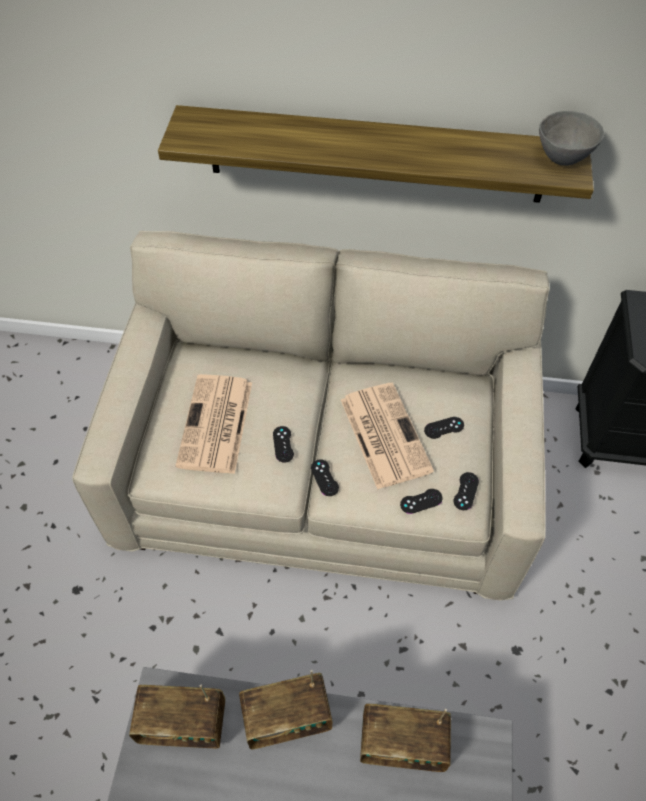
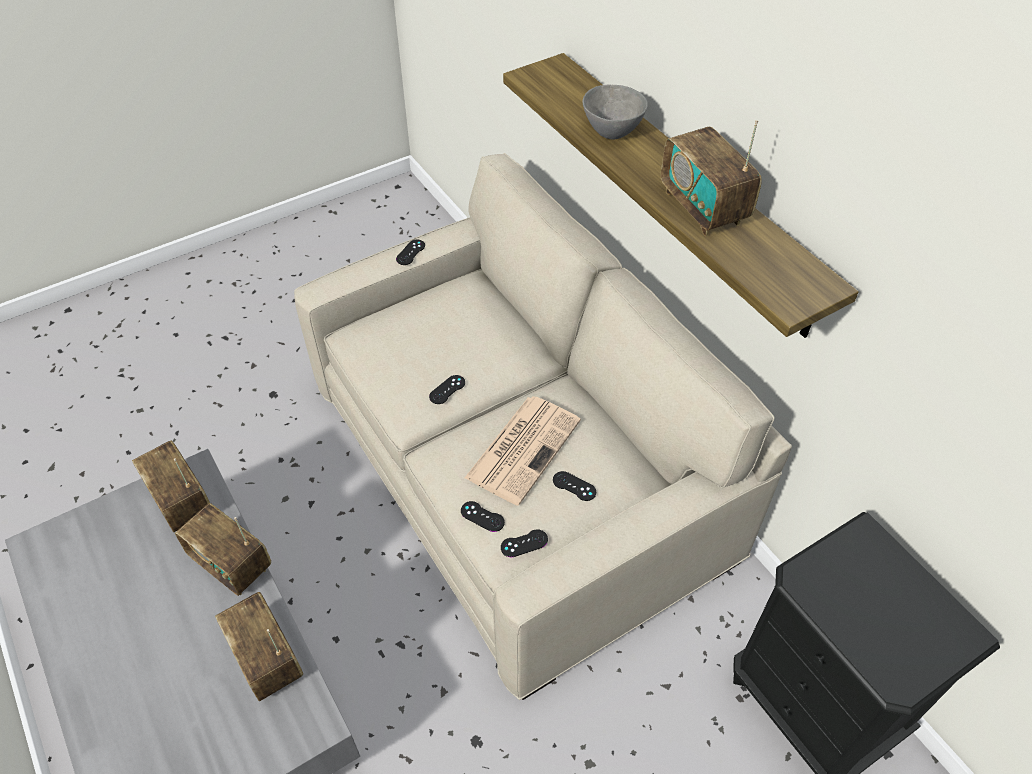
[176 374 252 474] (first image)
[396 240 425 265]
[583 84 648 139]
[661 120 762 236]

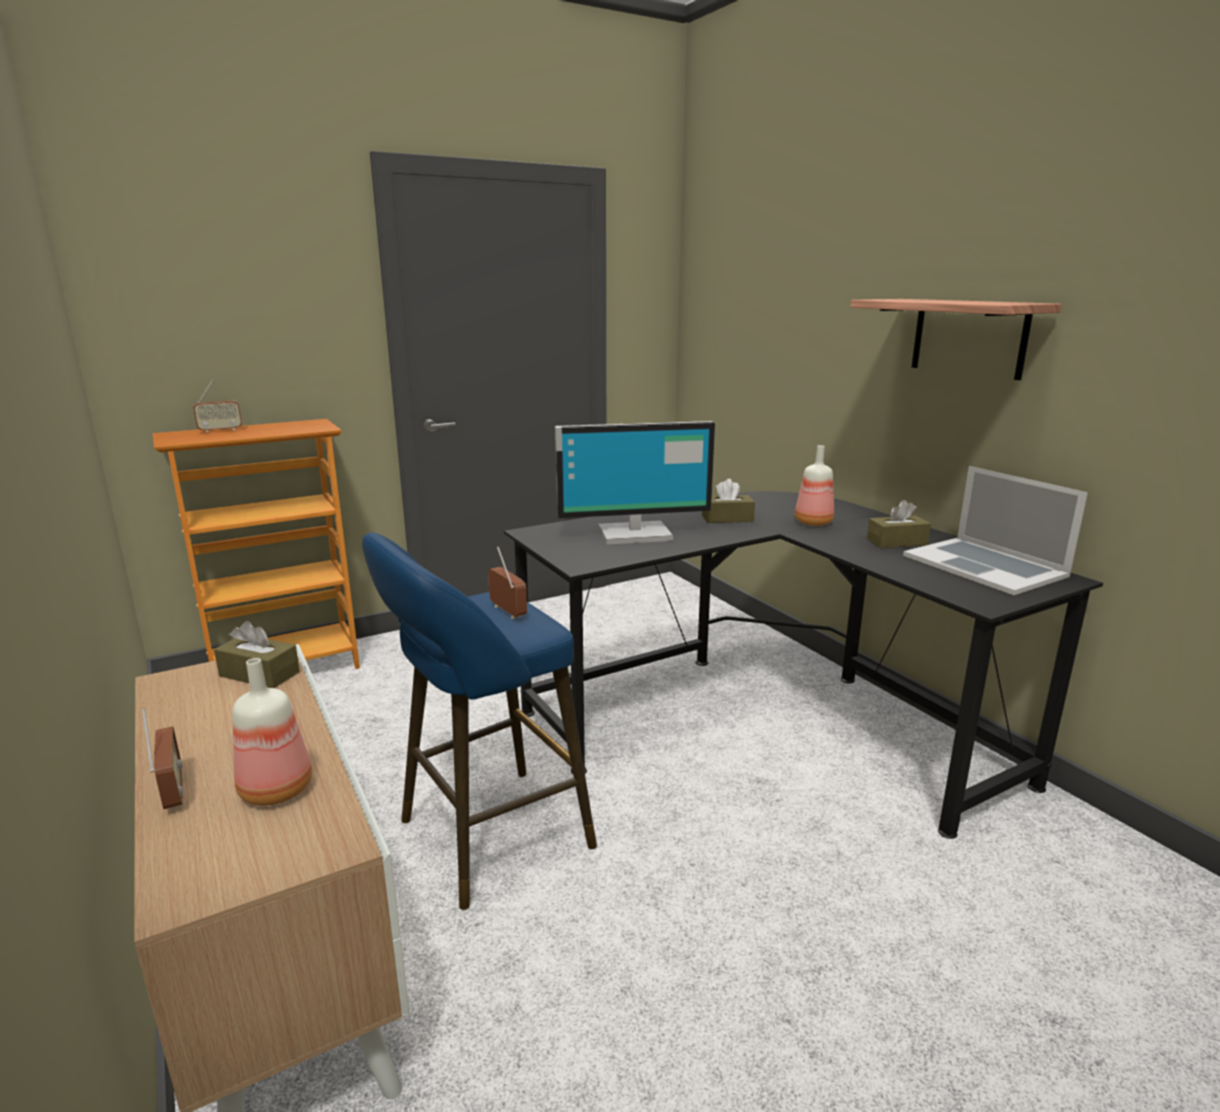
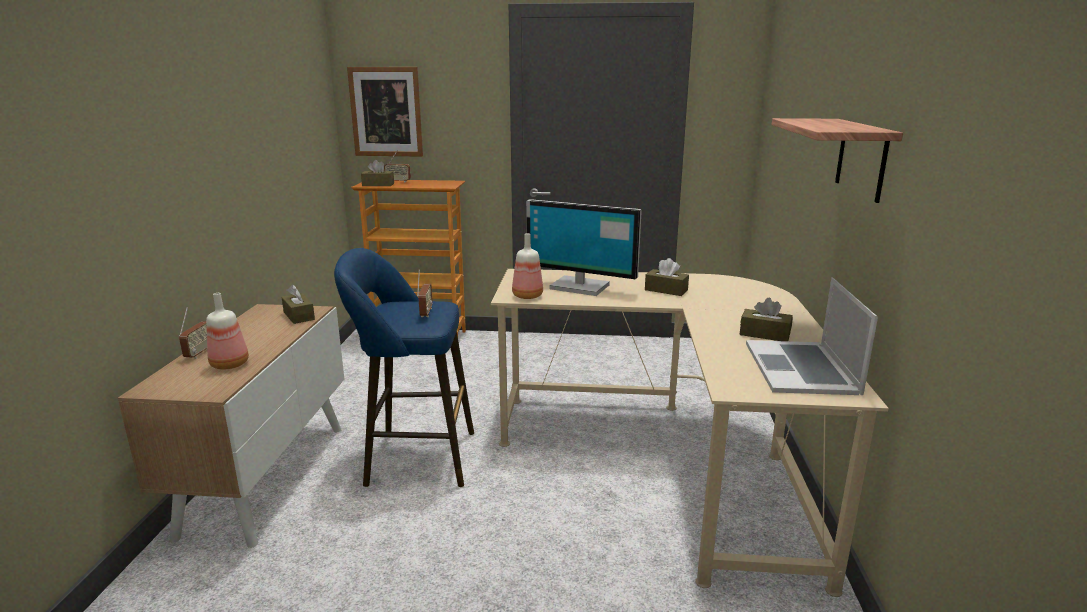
[491 269 889 597]
[512 233 543 299]
[347 67 423 157]
[361 160 394 186]

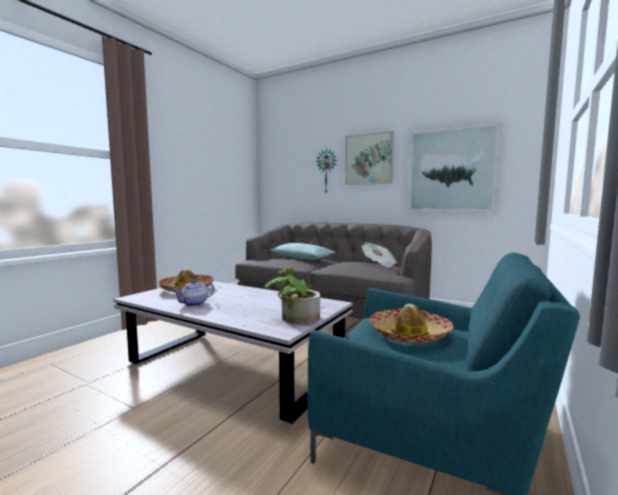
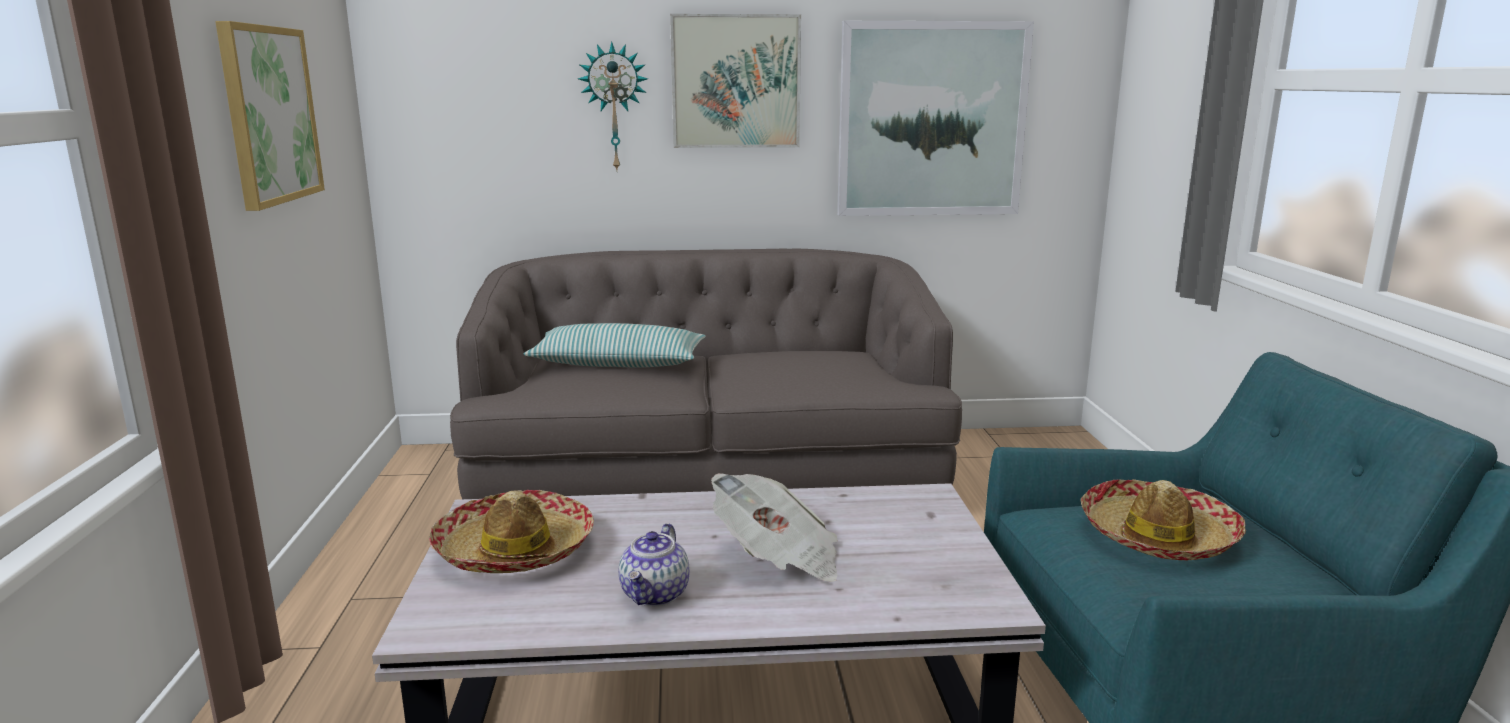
[265 268 320 324] (first image)
[711 473 838 582]
[215 21 325 211]

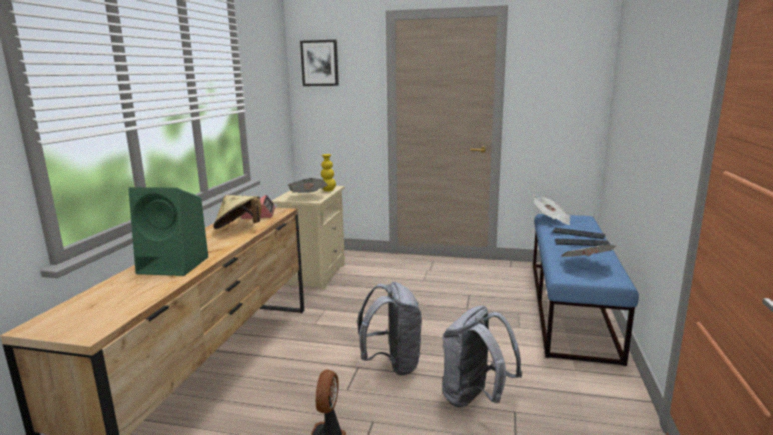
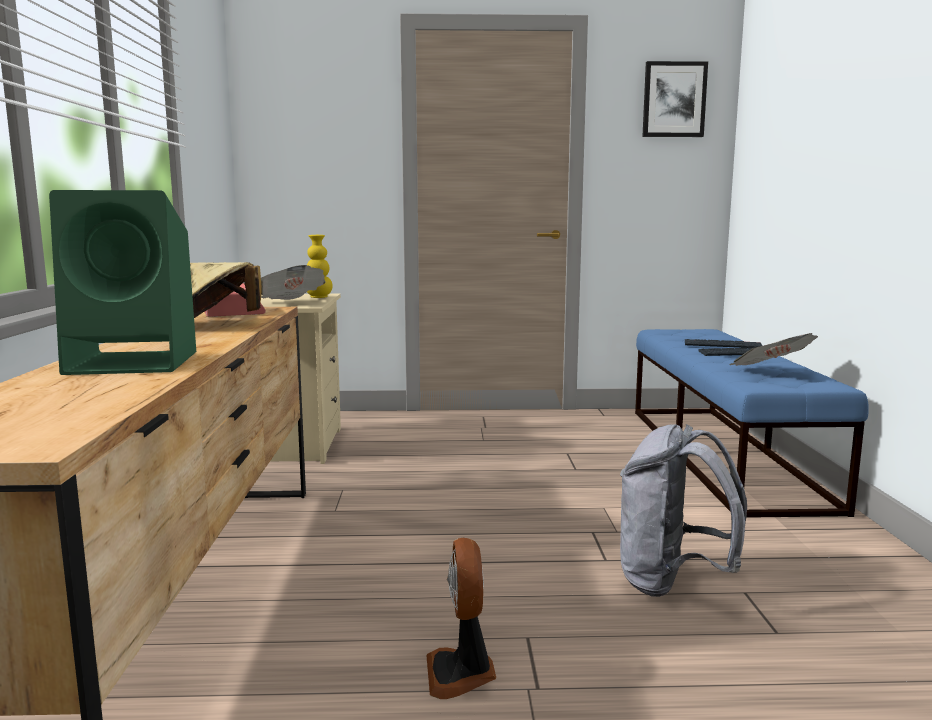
[642 61 708 137]
[357 282 422 376] (first image)
[533 195 571 225] (first image)

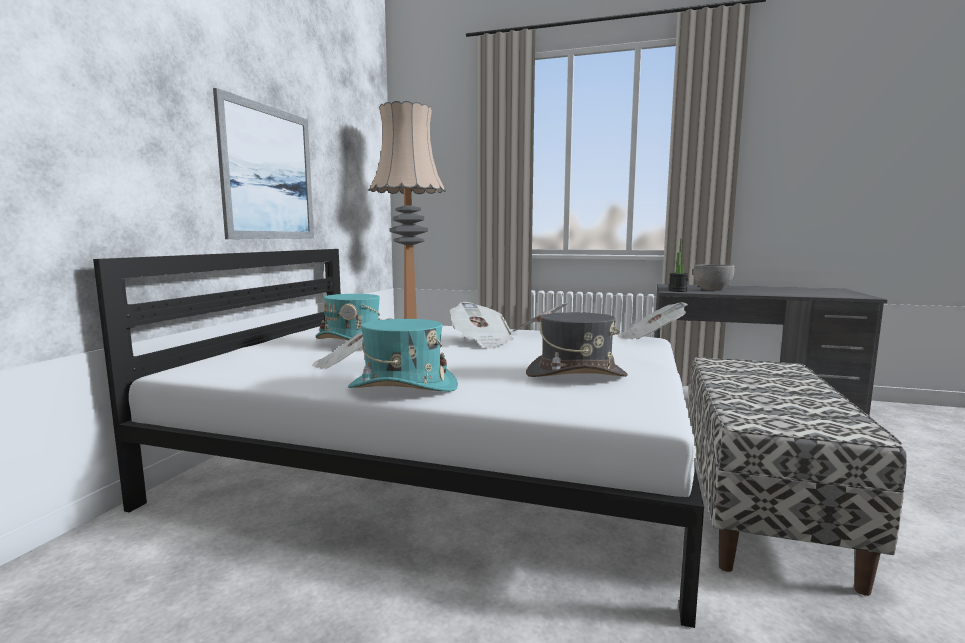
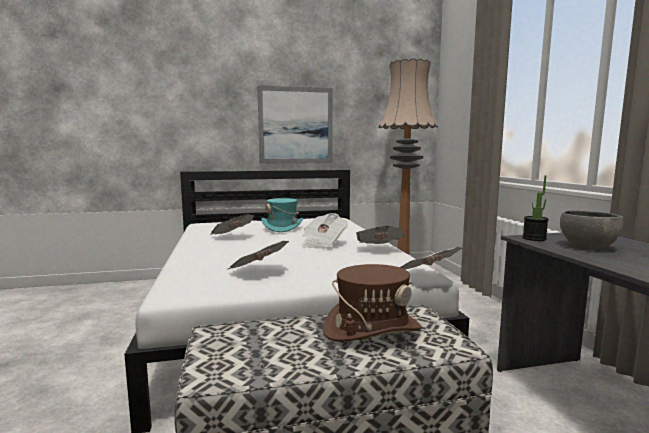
[348 319 458 392] (first image)
[228 240 289 269]
[323 264 422 342]

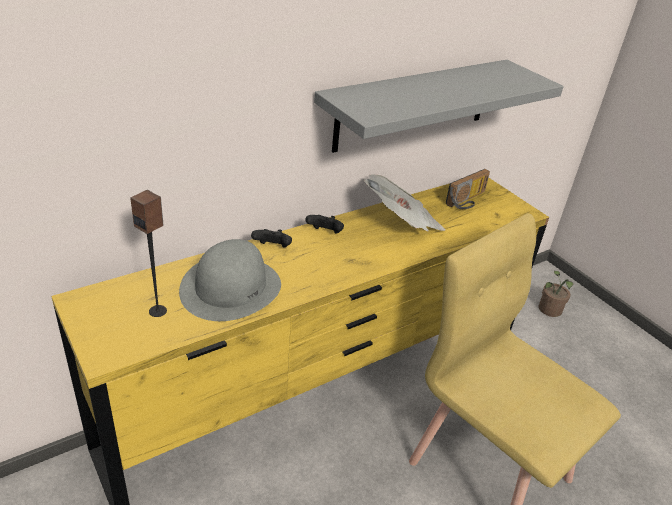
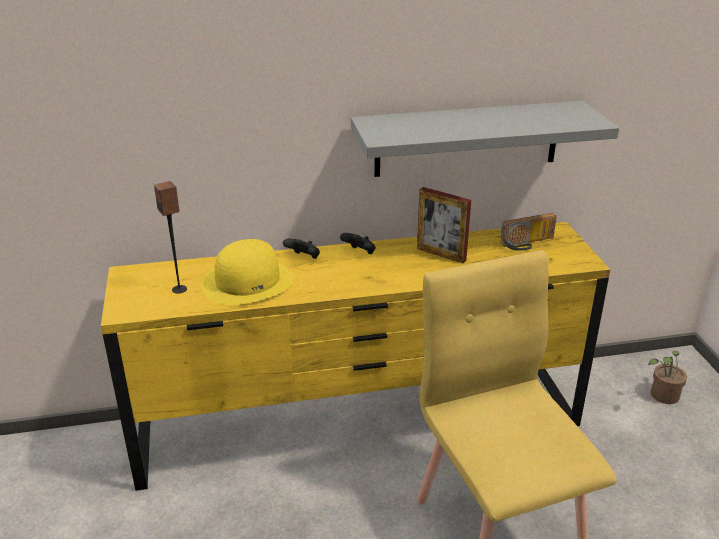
[201 239 294 305]
[417 187 471 263]

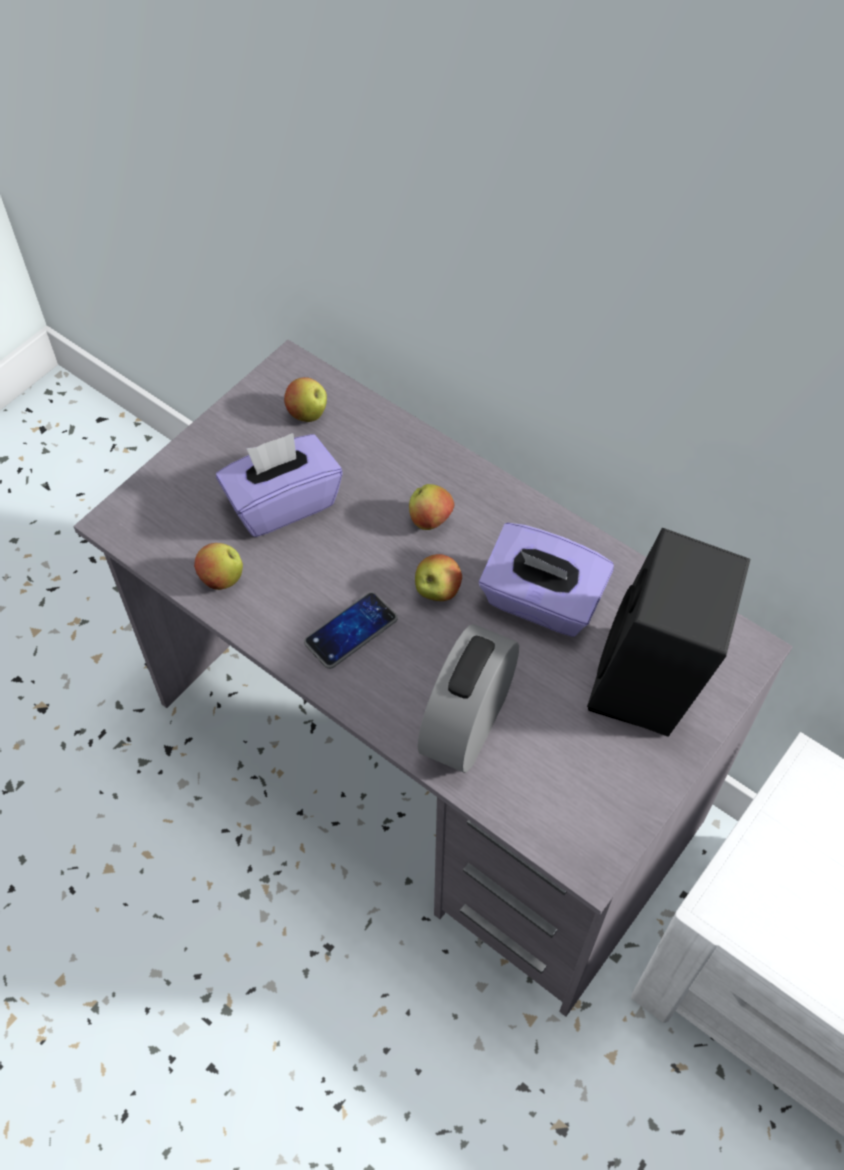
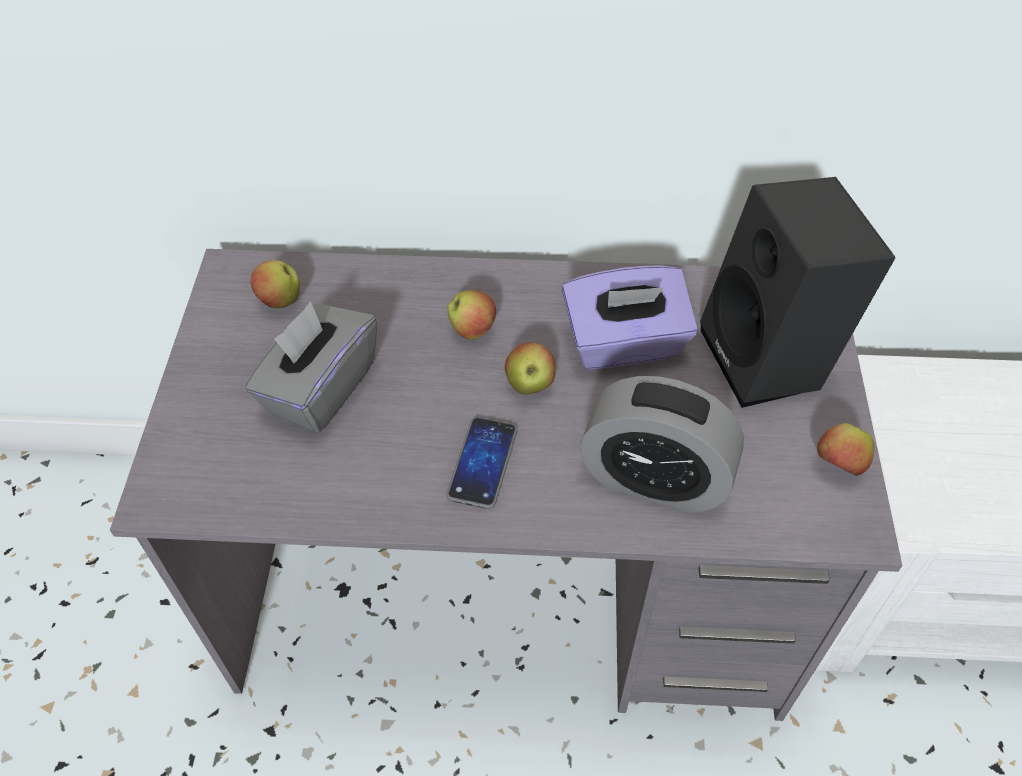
[817 423 874 476]
[245 302 378 433]
[580 376 744 513]

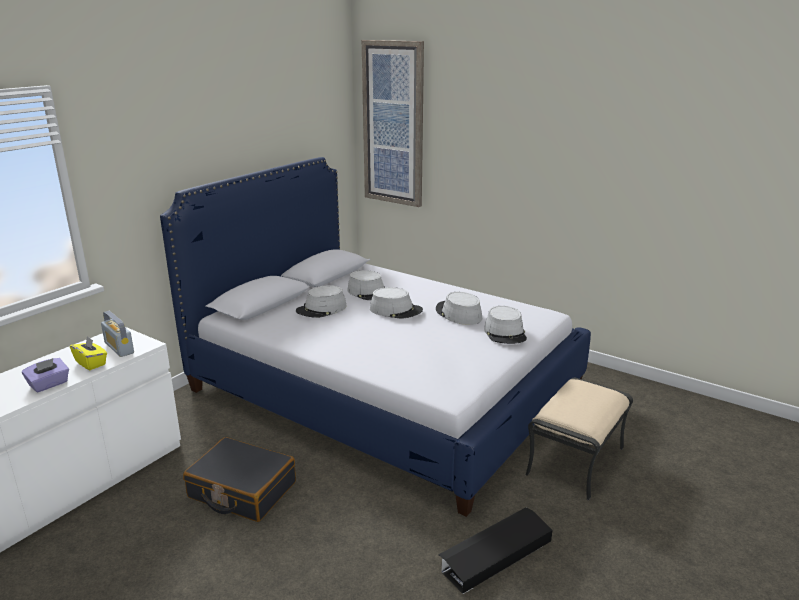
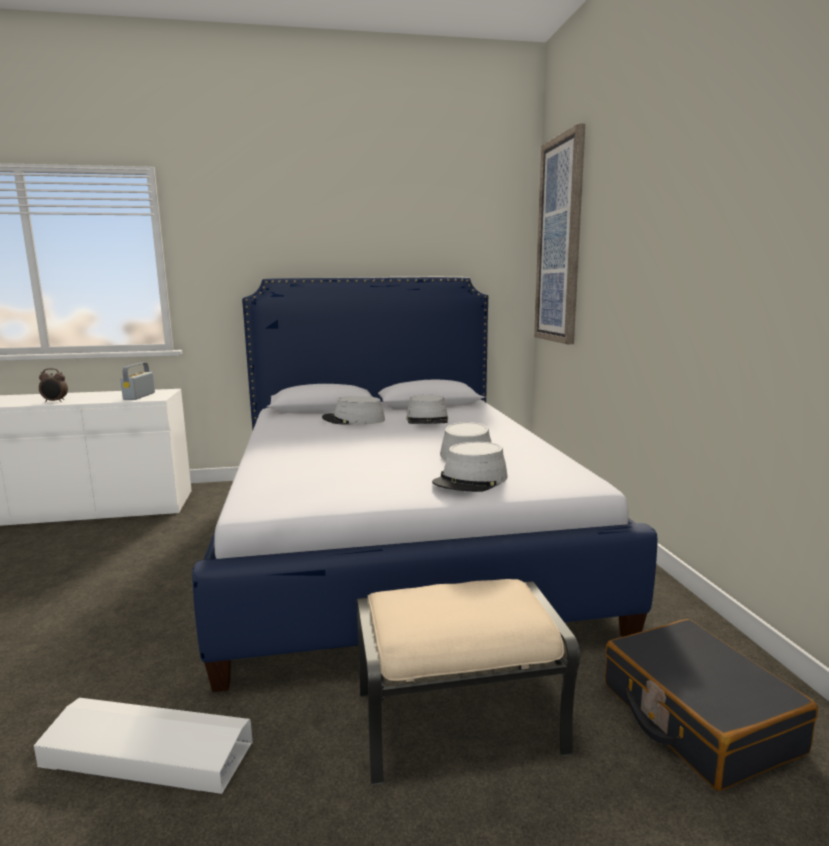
[39 368 68 402]
[70 336 107 370] (first image)
[605 619 818 791]
[370 287 423 319] (first image)
[34 698 253 794]

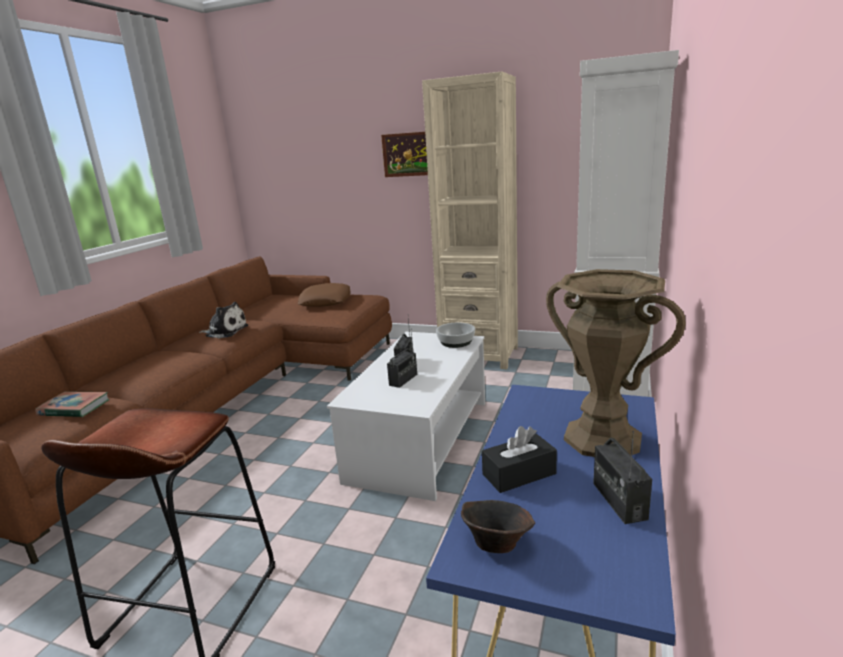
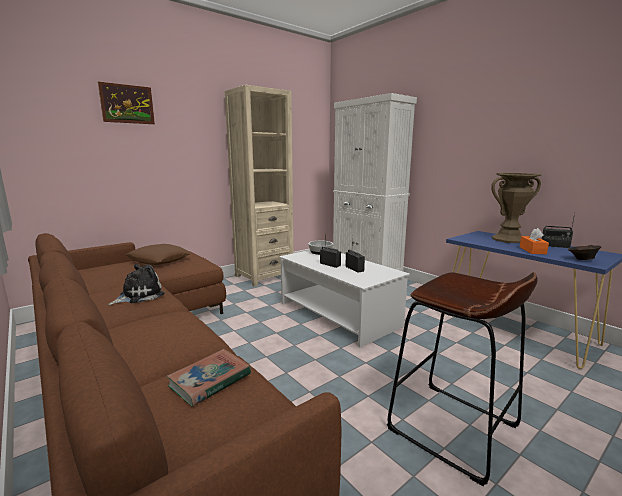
[98 82 155 124]
[520 228 549 254]

